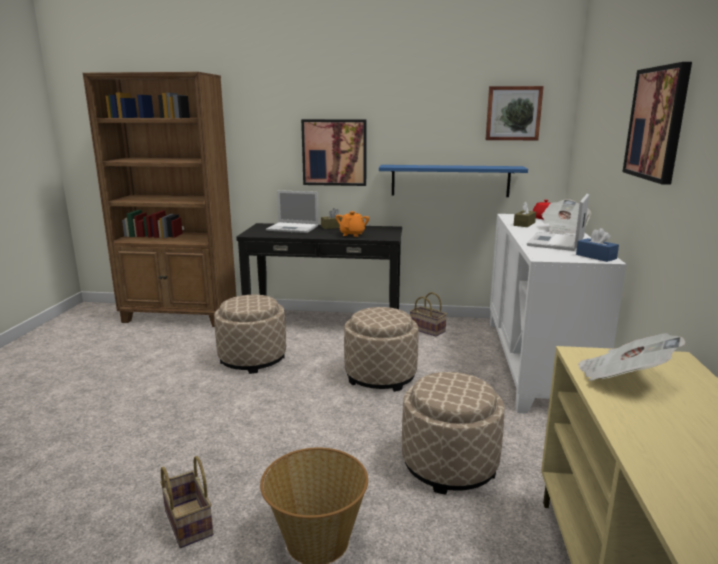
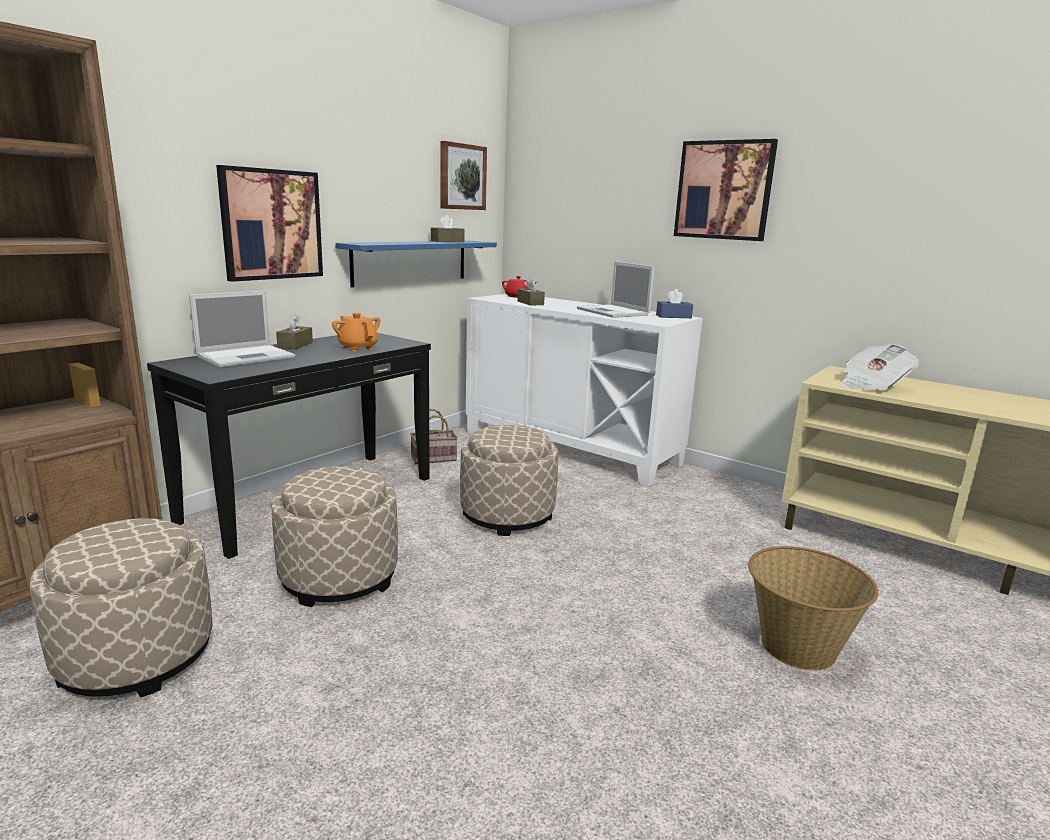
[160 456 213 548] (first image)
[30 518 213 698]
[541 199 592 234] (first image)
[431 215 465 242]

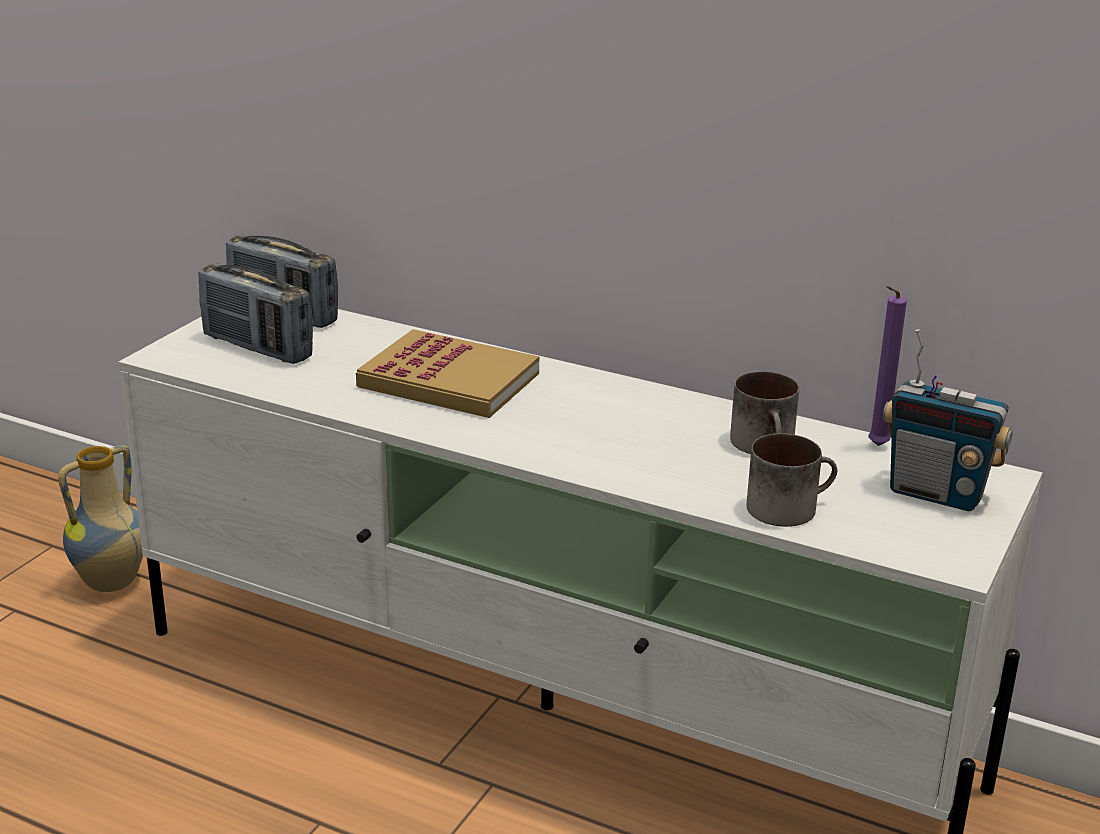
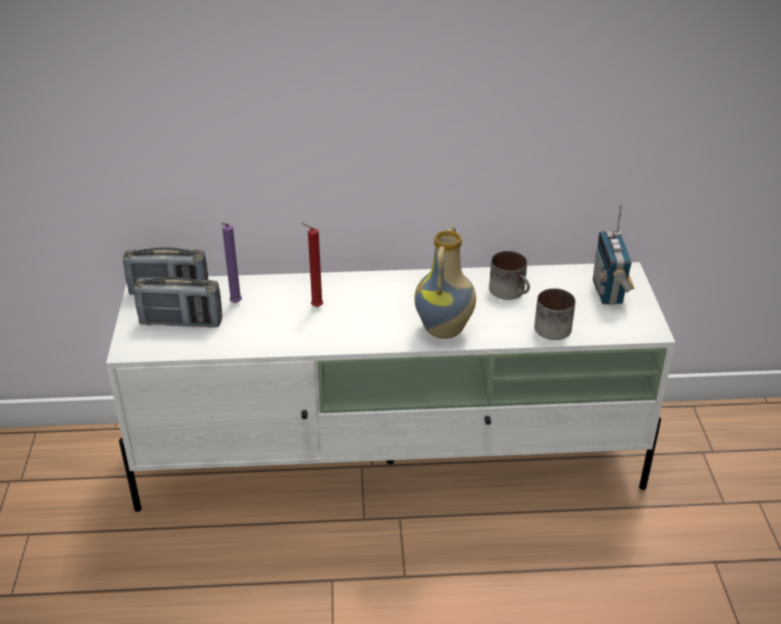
[414 226 476 339]
[302 223 323 307]
[221 223 242 303]
[593 205 634 305]

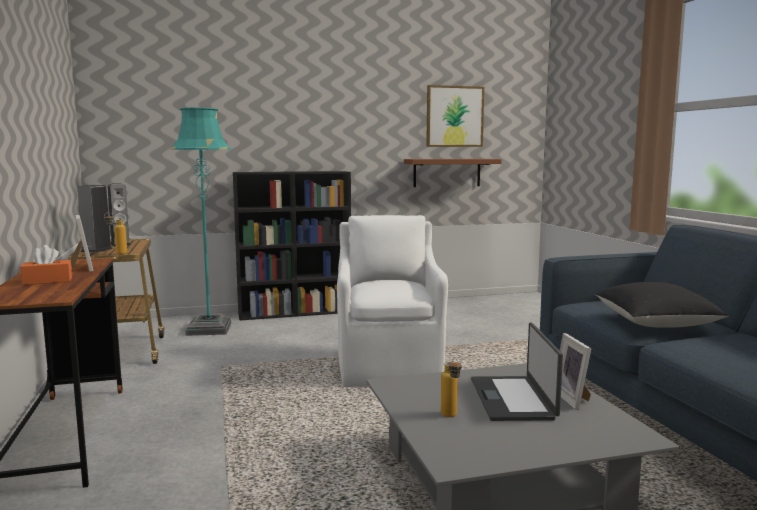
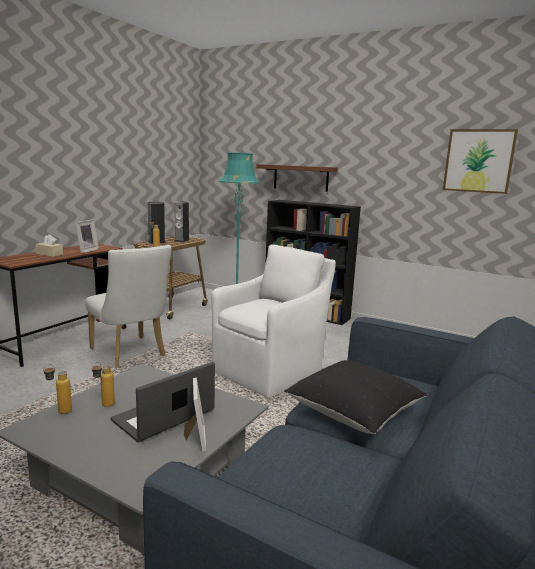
[35 234 63 257]
[256 164 338 192]
[184 377 206 452]
[43 364 72 414]
[85 245 172 368]

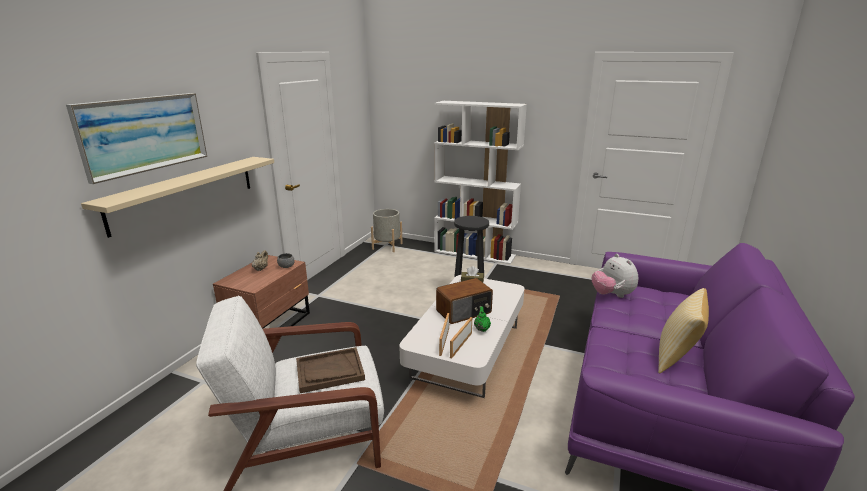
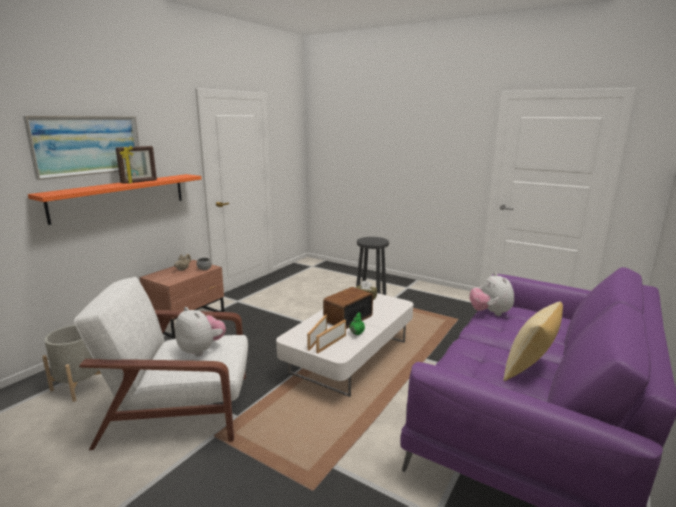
[28 174 202 225]
[175 307 226 356]
[42 325 101 402]
[434 101 527 264] (first image)
[323 287 373 329]
[116 146 157 184]

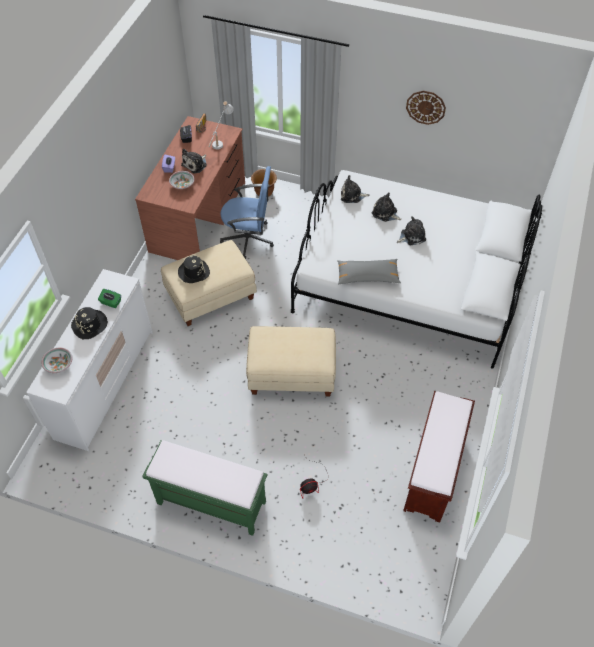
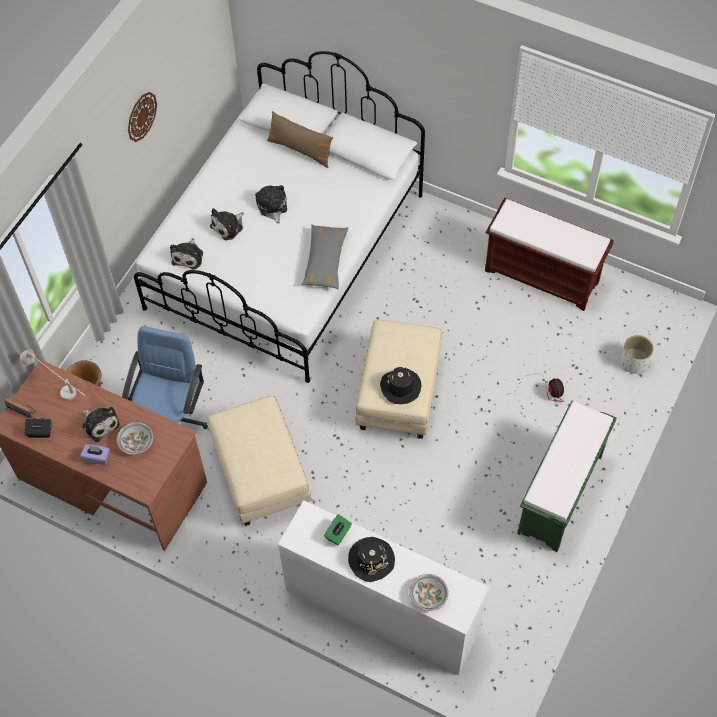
[380 366 421 404]
[267 111 333 168]
[621 335 653 374]

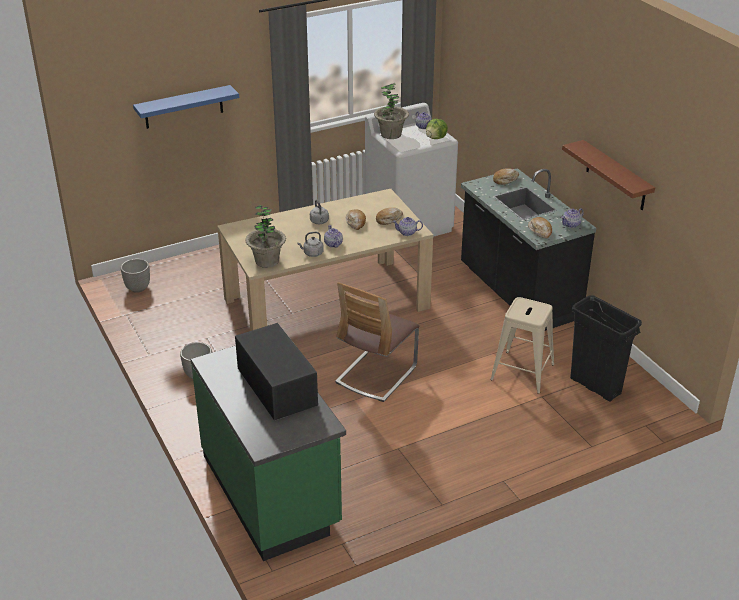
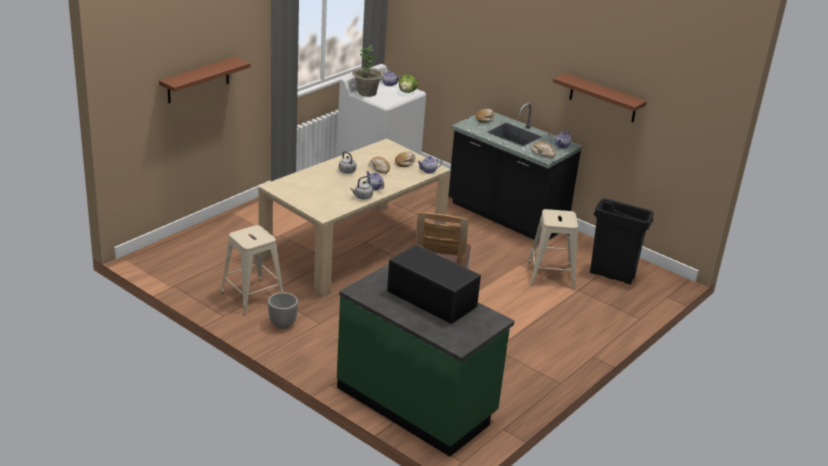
[121 259 150 293] (first image)
[159 57 251 103]
[245 205 286 268] (first image)
[221 225 283 315]

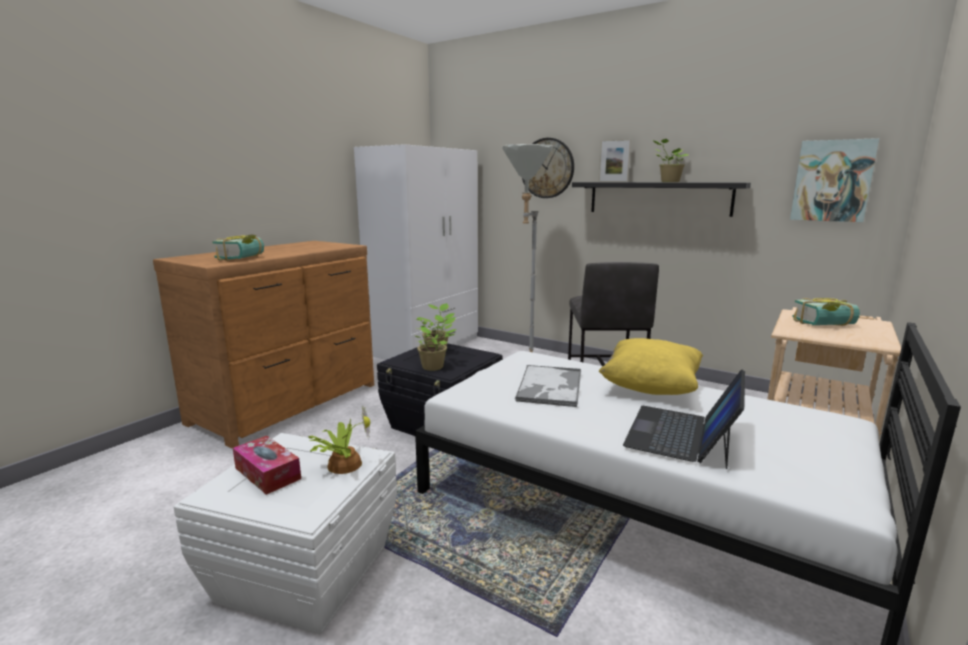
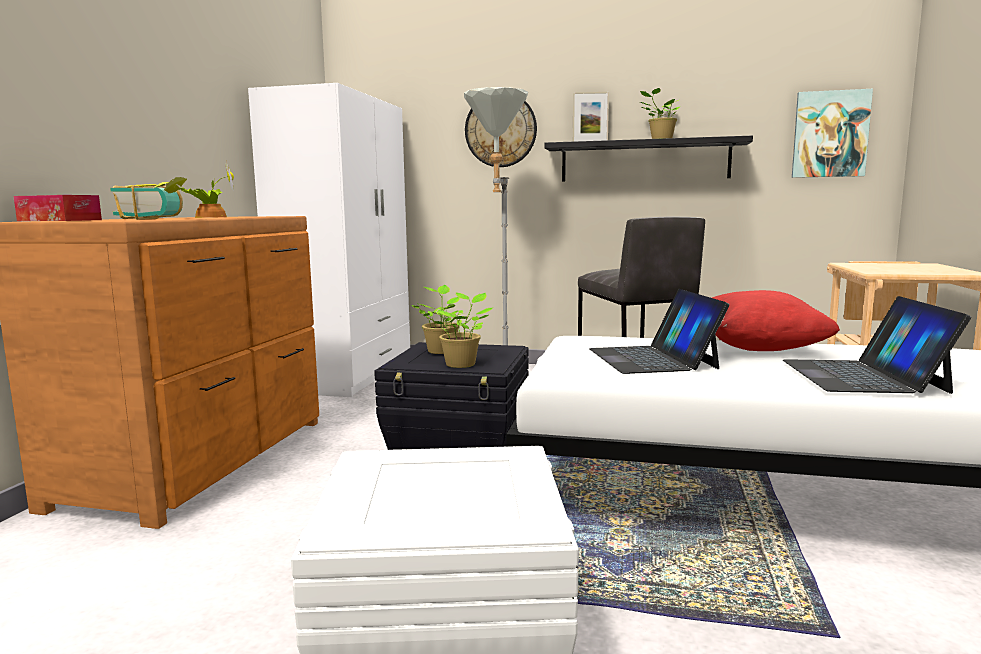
[13 195 102 221]
[178 162 234 218]
[589 289 729 374]
[712 290 840 351]
[792 298 860 326] (first image)

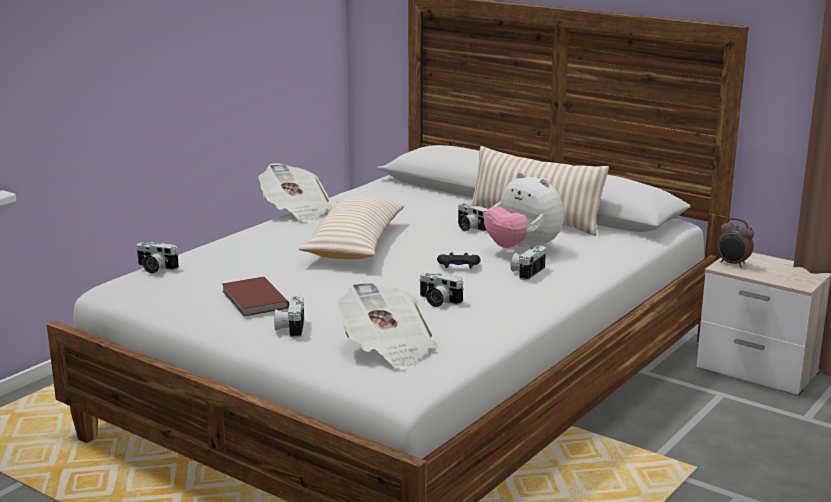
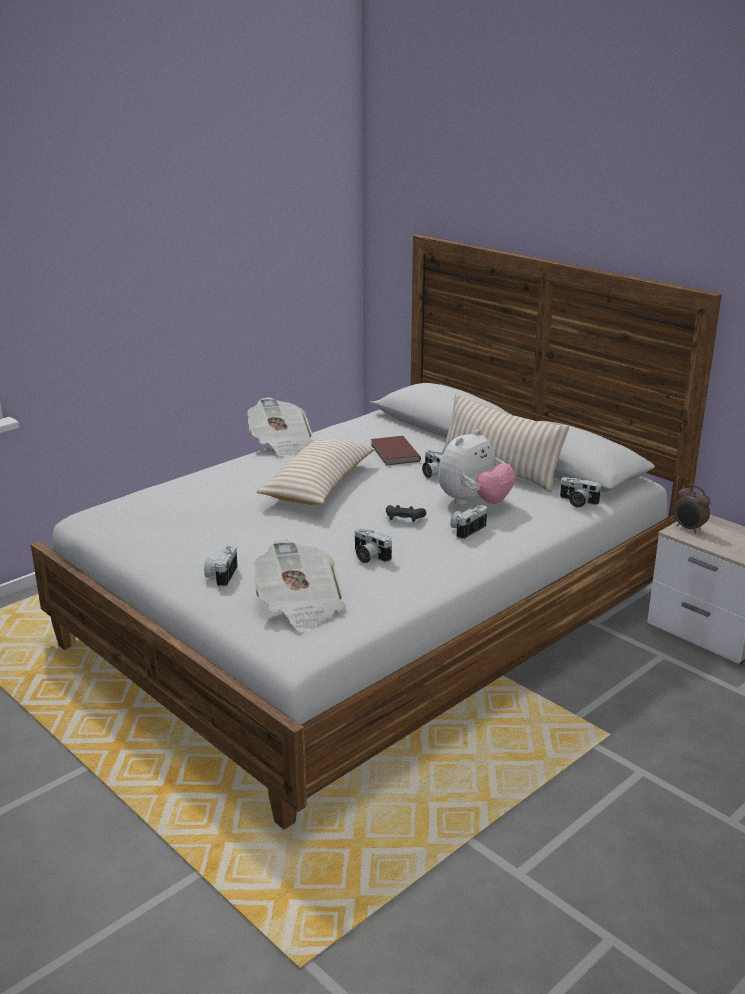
[560 477 602 508]
[371 436 421 465]
[438 429 516 505]

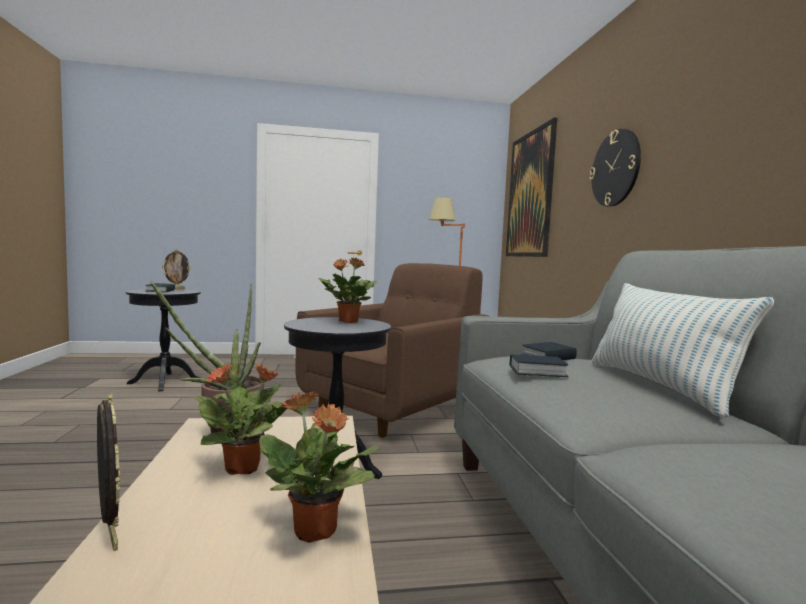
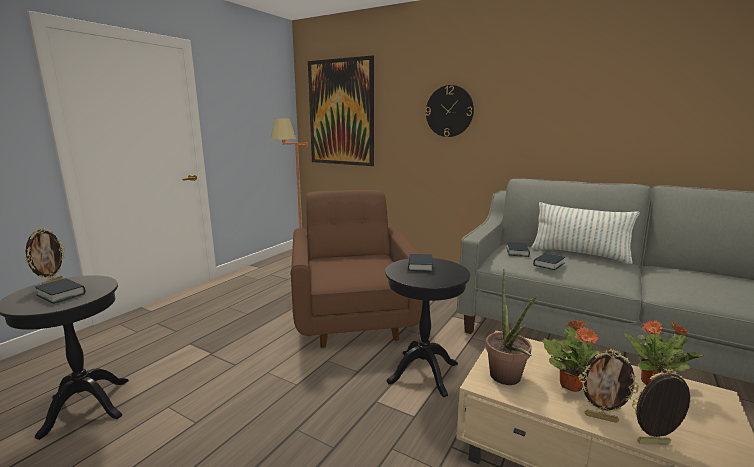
[408 254 433 272]
[579 350 639 423]

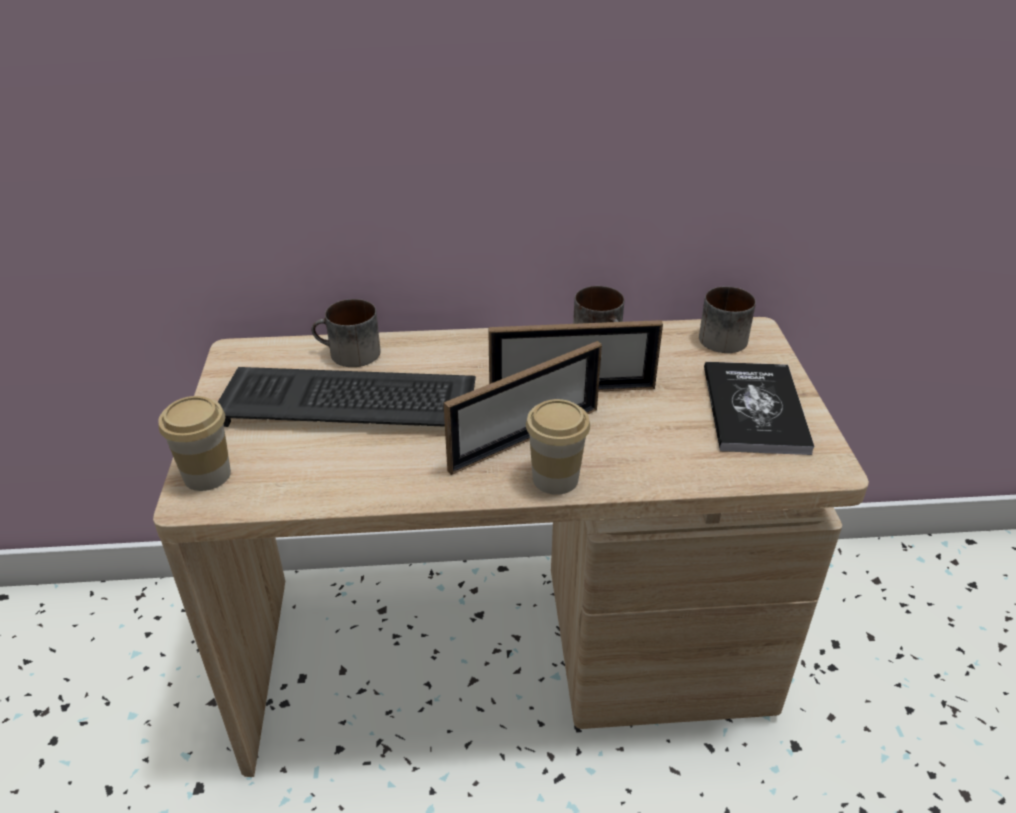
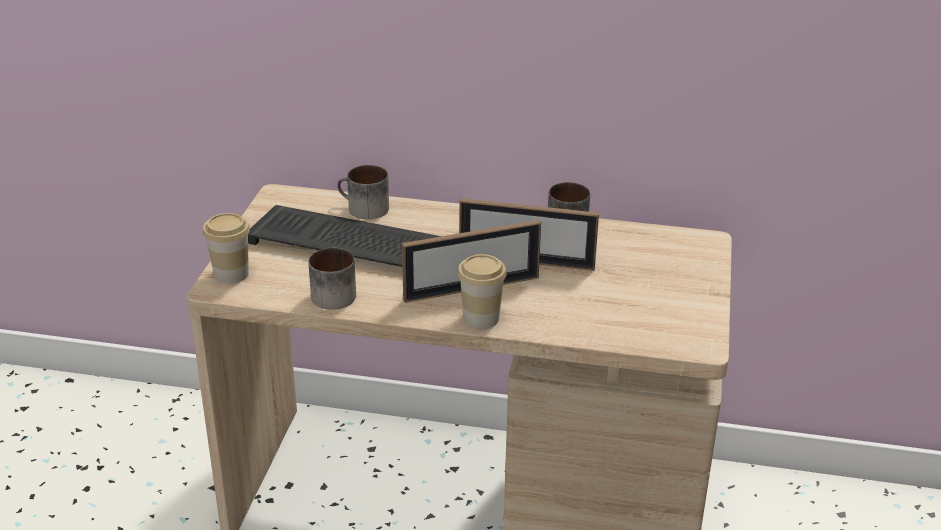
[308 248 356 310]
[704 362 815 455] (first image)

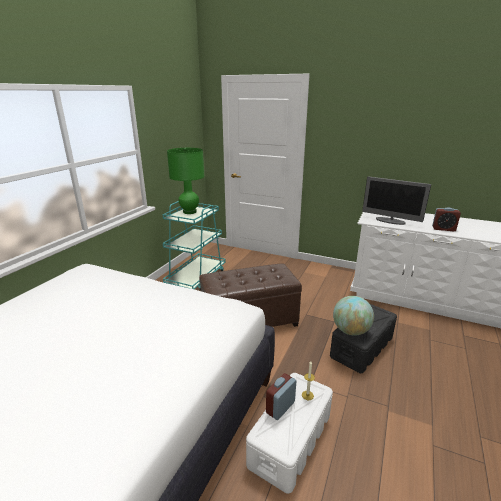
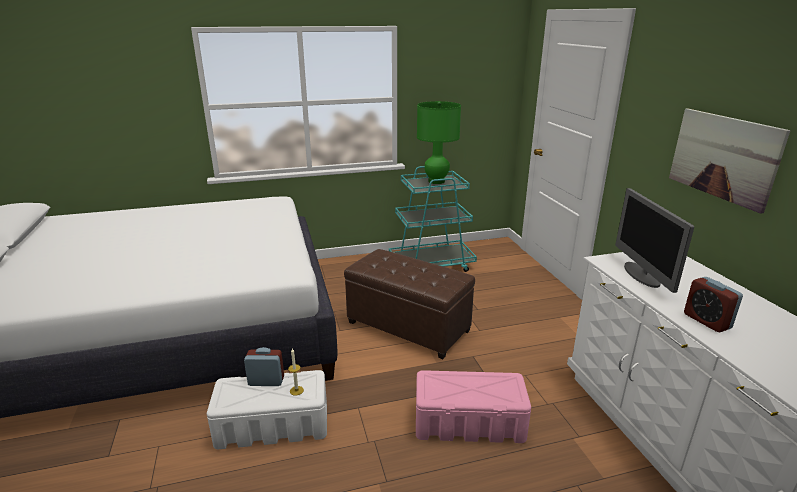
[416 370 531 443]
[333 296 374 336] (first image)
[669 108 791 214]

